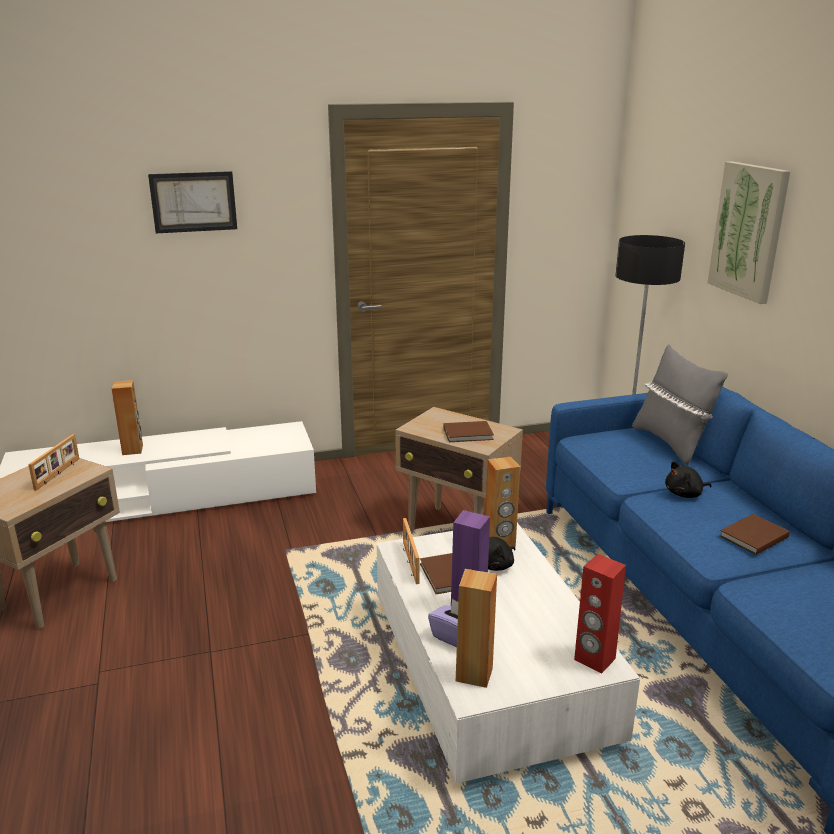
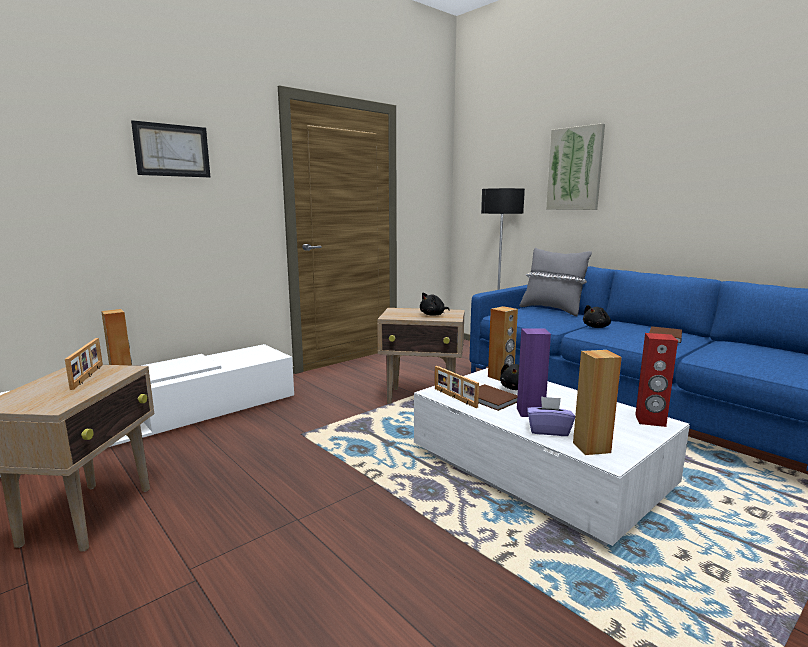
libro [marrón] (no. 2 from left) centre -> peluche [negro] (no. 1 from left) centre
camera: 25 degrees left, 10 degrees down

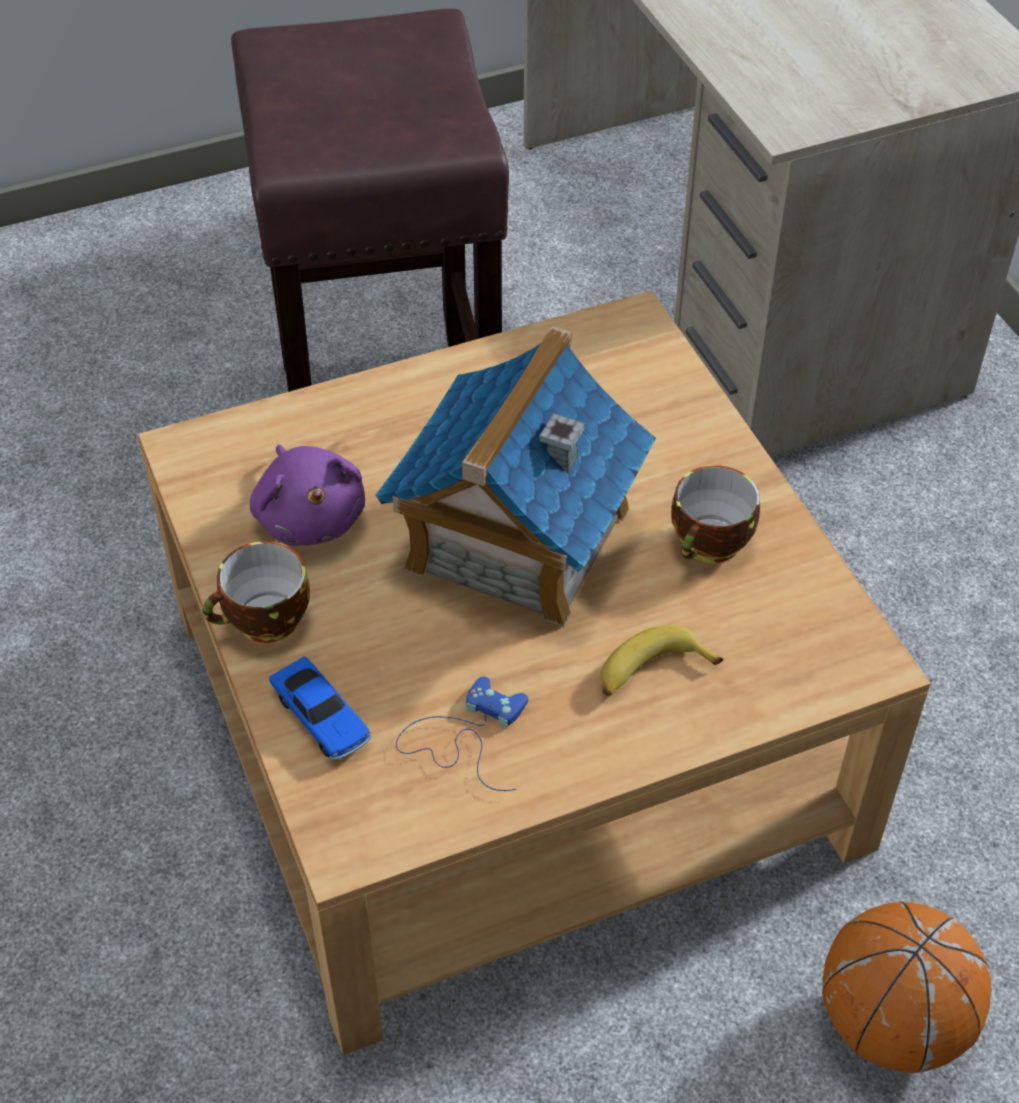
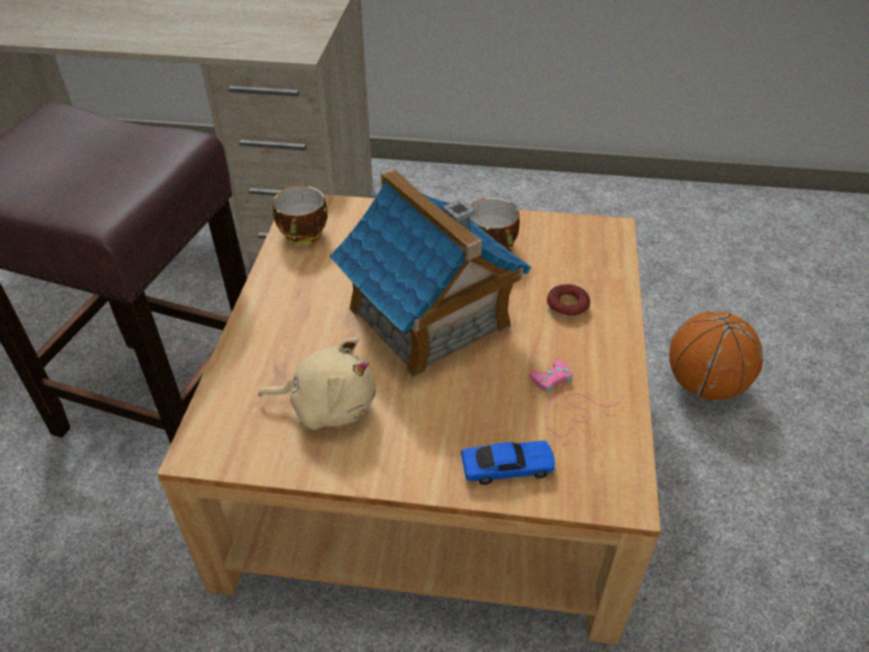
peluche [morado] middle left -> peluche [beis] centre
taza (no. 1 from left) middle left -> taza (no. 1 from left) top centre, shifted
plátano centre -> rosquilla centre
mando de consola [azul] centre -> mando de consola [rosa] centre
camera: 60 degrees left, 5 degrees down

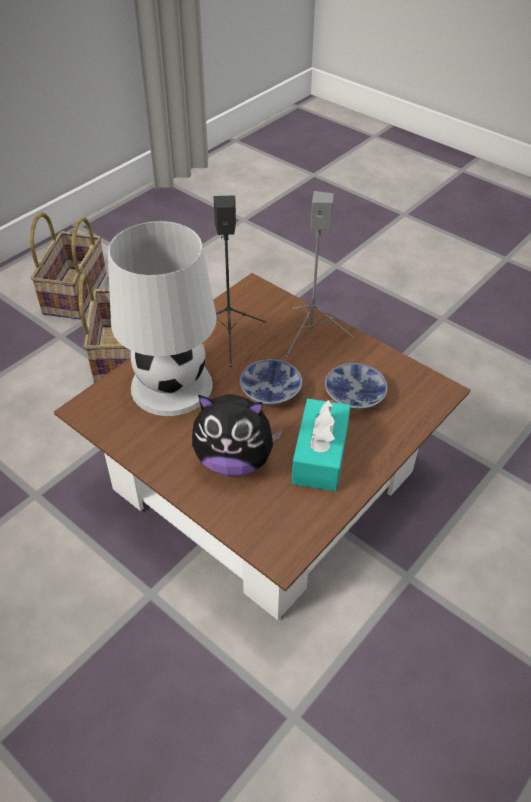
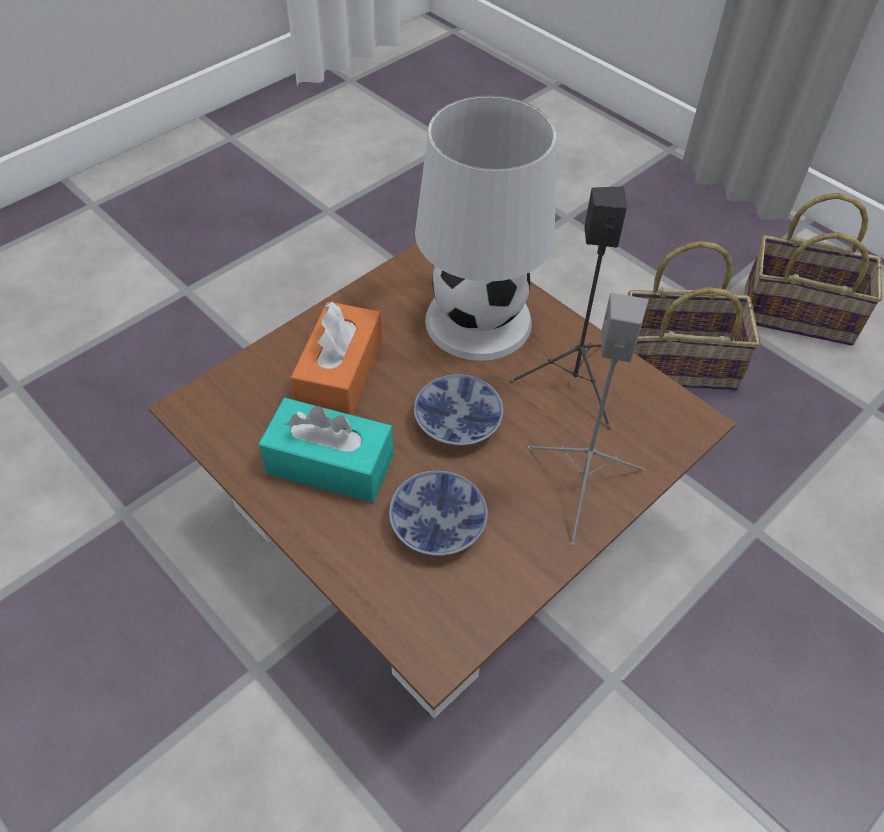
peluche centre -> caja de pañuelos [naranja] centre
camera: 95 degrees right, 5 degrees up

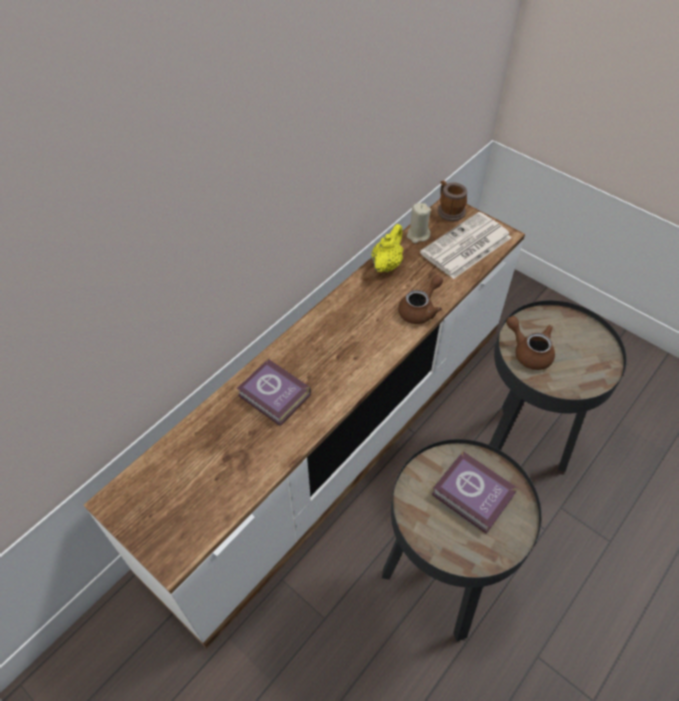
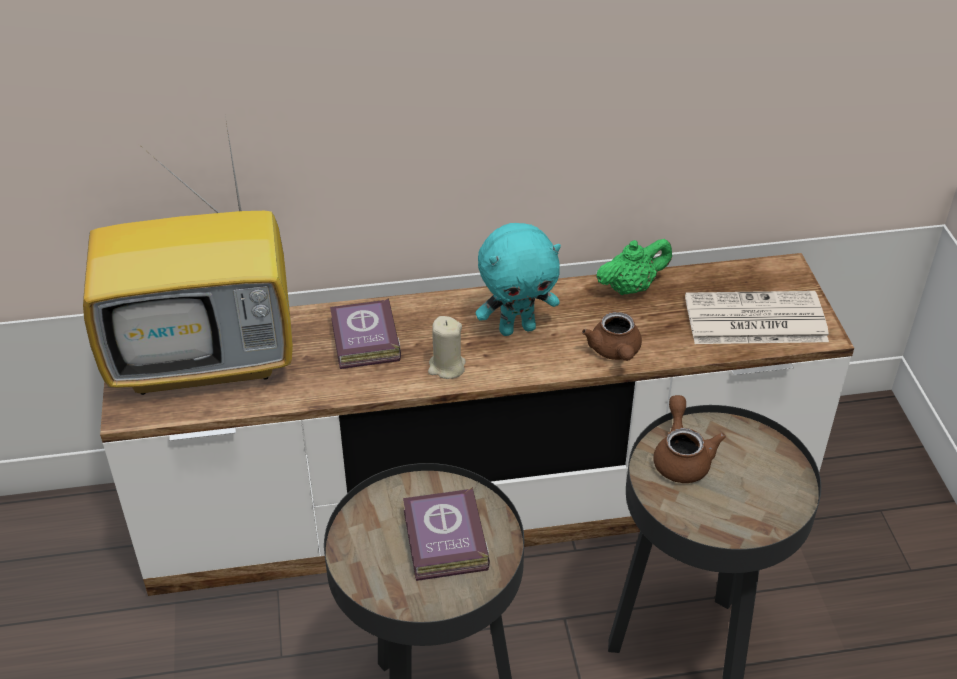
taza grande top centre -> none
vela [beis] top centre -> vela [beis] centre, shifted
tetera [amarillo] centre -> tetera [verde] centre
tetera [marrón] (no. 1 from left) centre, 90 degrees clockwise
none -> televisor middle left
none -> peluche [turquesa] centre
camera: 40 degrees right, 10 degrees down

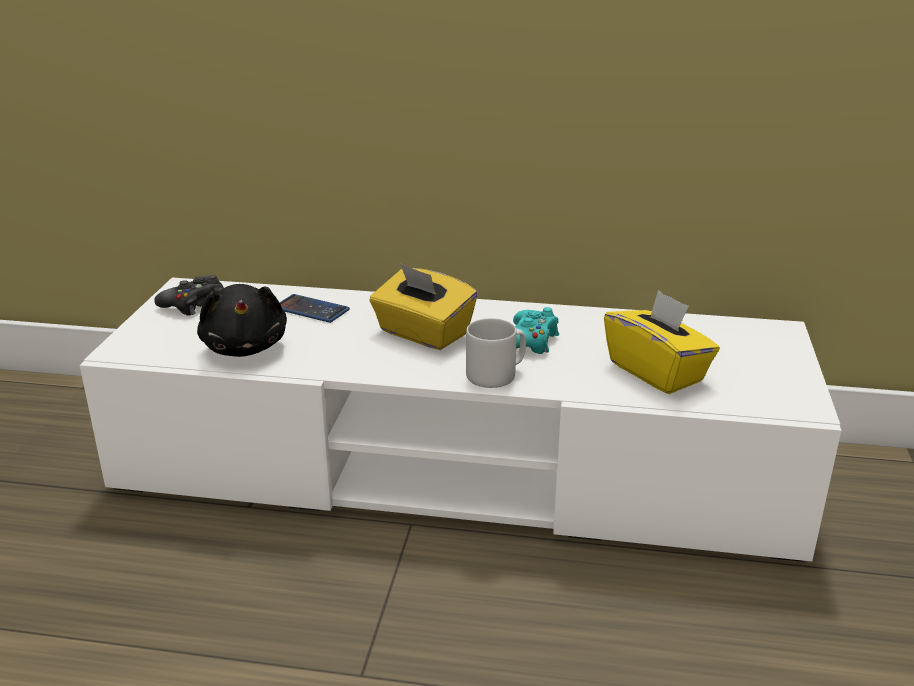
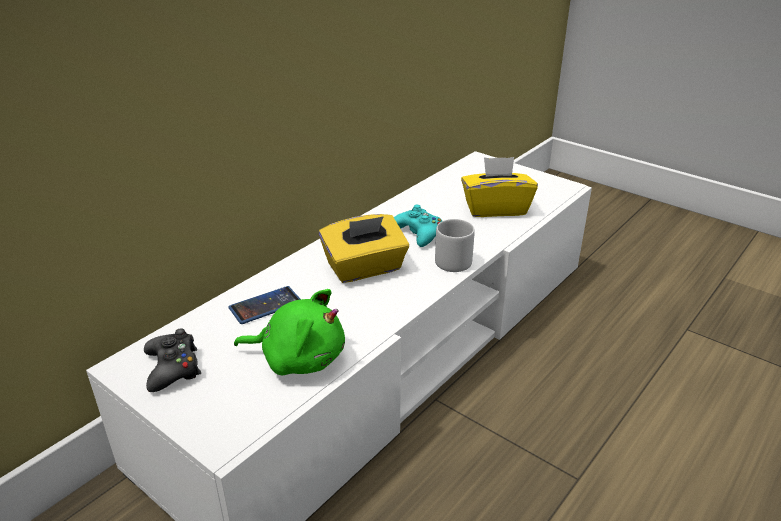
peluche [negro] middle left -> peluche [verde] centre
camera: 60 degrees left, 5 degrees up

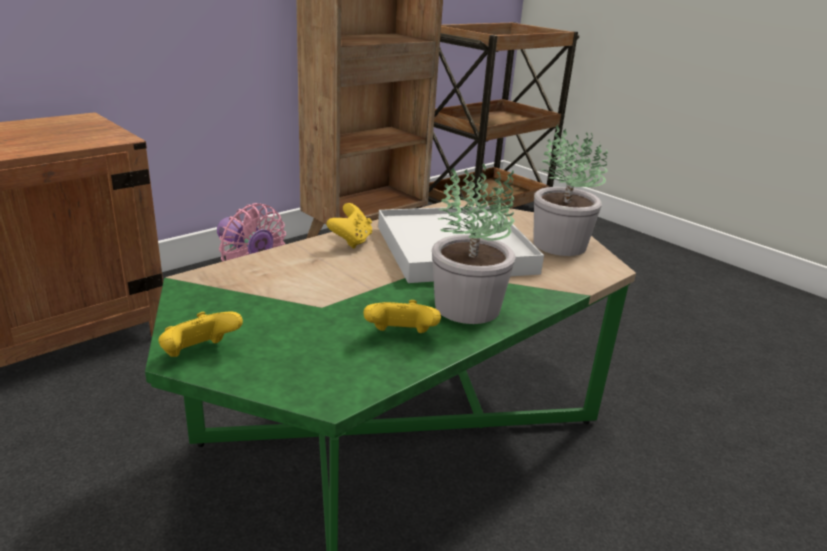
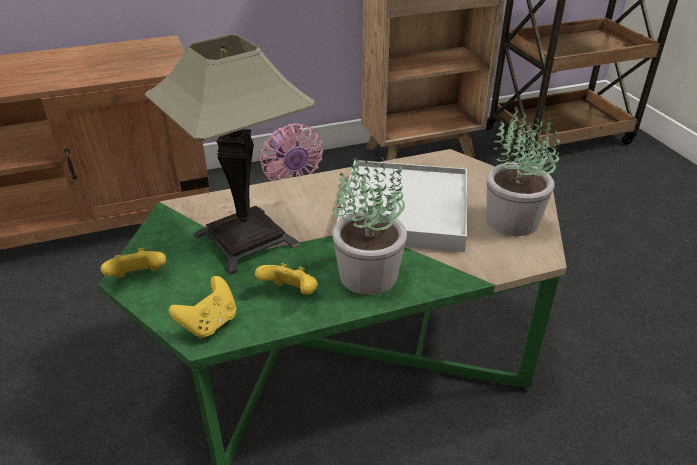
mando de consola [amarillo] (no. 2 from left) centre -> mando de consola [amarillo] (no. 2 from left) middle left, shifted
none -> lámpara de mesa top left
camera: 25 degrees right, 10 degrees up

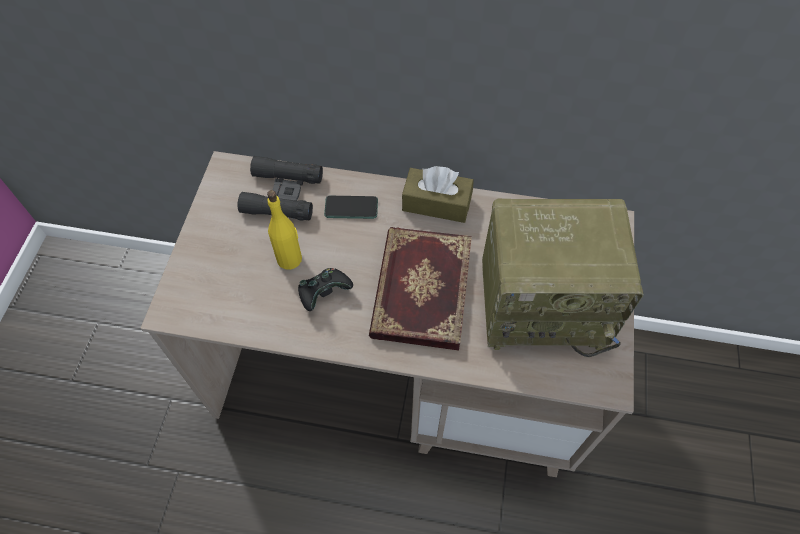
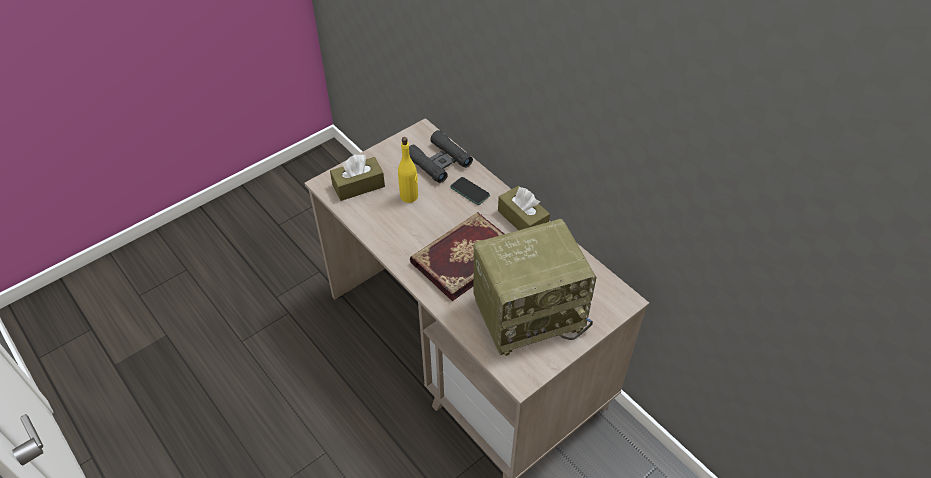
radio middle right -> radio centre, 60 degrees counterclockwise
mando de consola [negro] centre -> none
none -> caja de pañuelos [marrón] (no. 1 from left) centre
camera: 40 degrees right, 10 degrees down

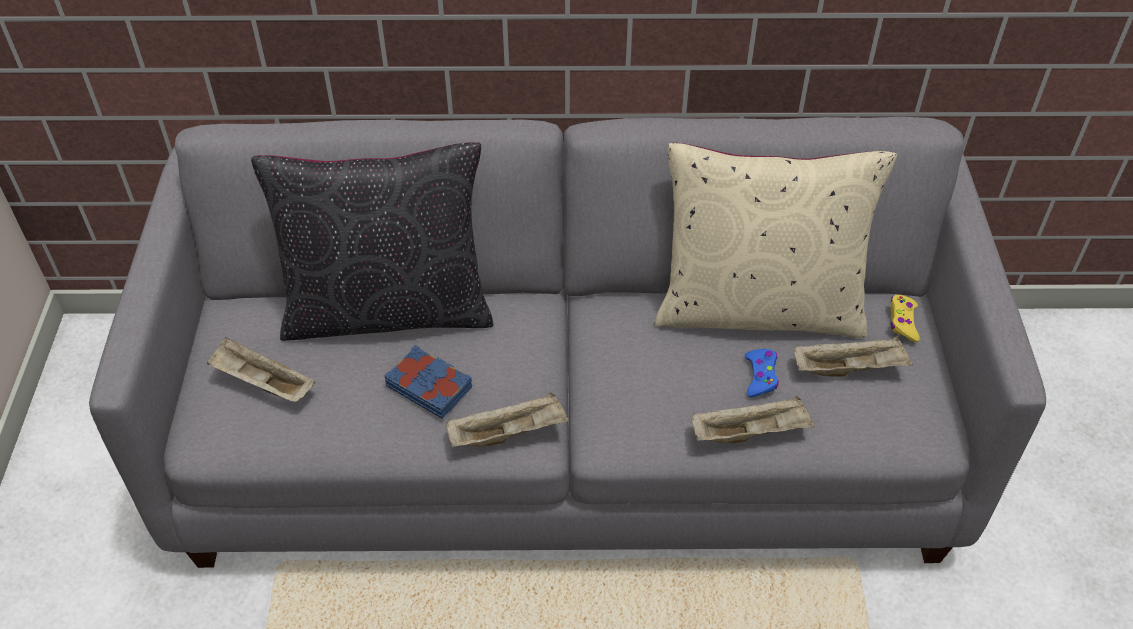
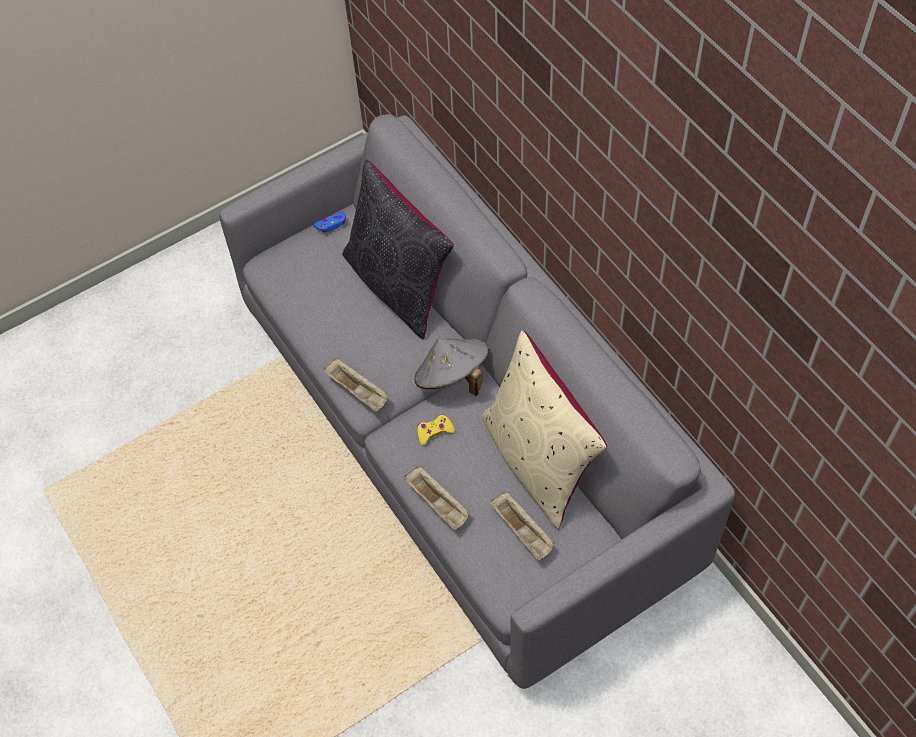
mando de consola [amarillo] middle right -> mando de consola [amarillo] centre, shifted
bandeja [beis] (no. 1 from left) middle left -> none
libro [azul] centre -> none
mando de consola [azul] middle right -> mando de consola [azul] top centre, shifted
none -> sombrero [gris] centre
camera: 60 degrees right, 10 degrees up

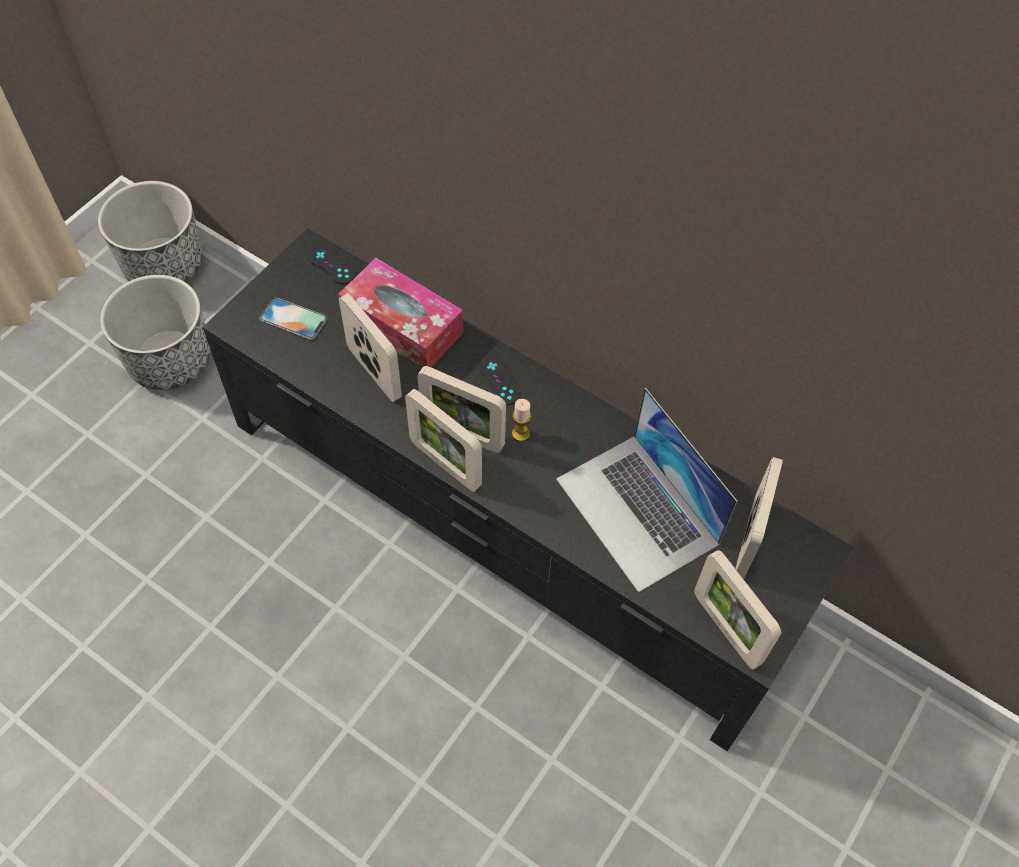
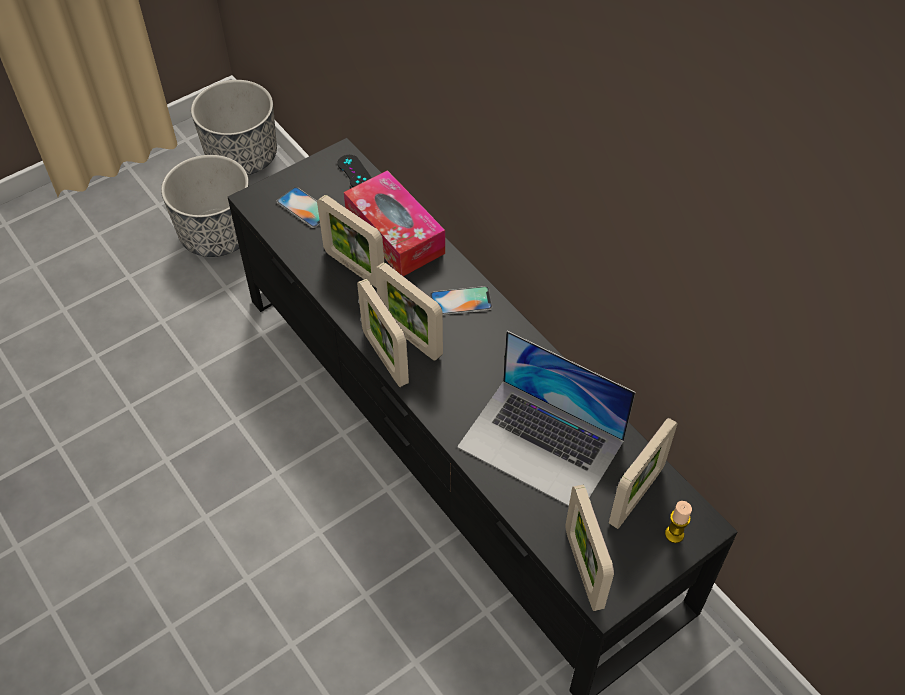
portarretratos (no. 1 from left) centre, 150 degrees clockwise
mando de consola [negro] (no. 2 from left) centre -> móvil (no. 2 from left) centre
portátil centre, 45 degrees counterclockwise
vela centre -> vela bottom right, shifted
camera: 20 degrees right, 5 degrees down

